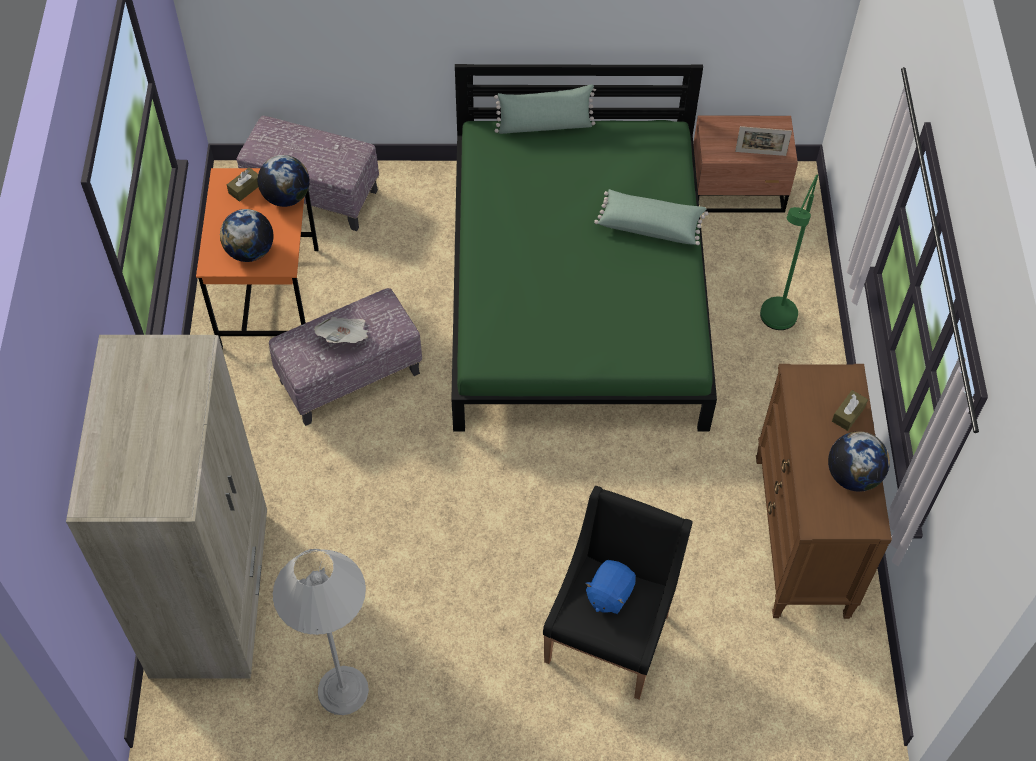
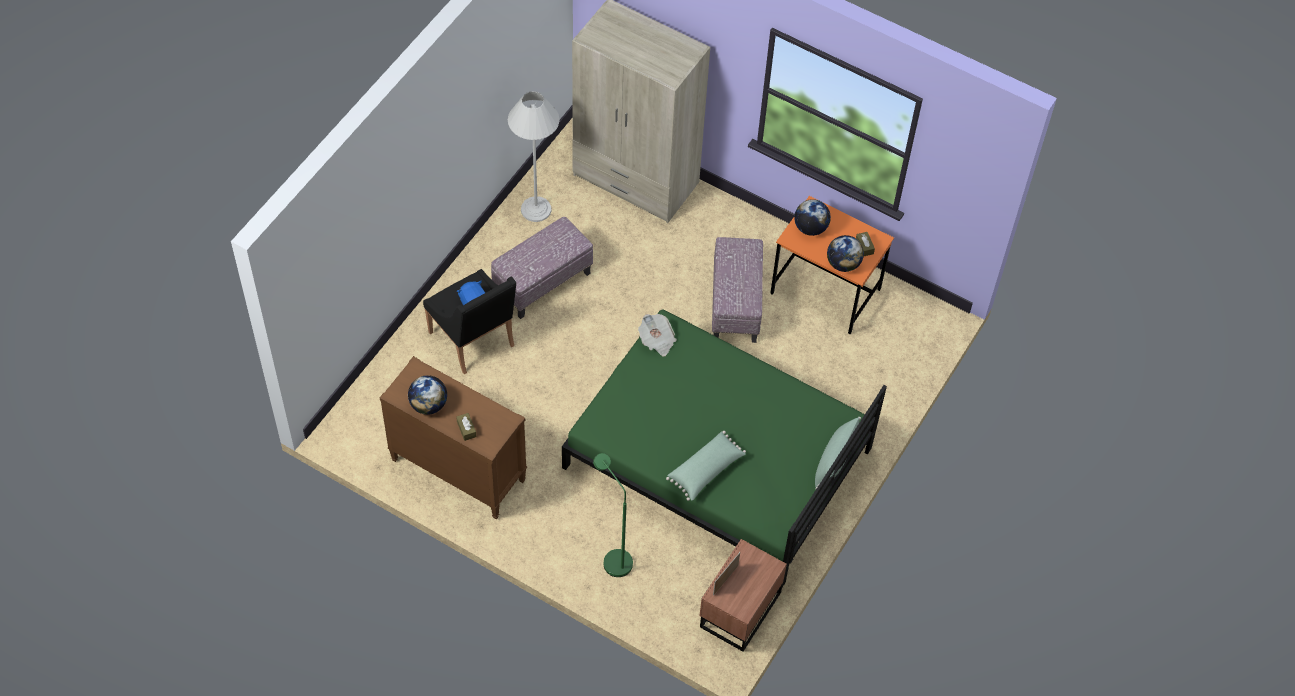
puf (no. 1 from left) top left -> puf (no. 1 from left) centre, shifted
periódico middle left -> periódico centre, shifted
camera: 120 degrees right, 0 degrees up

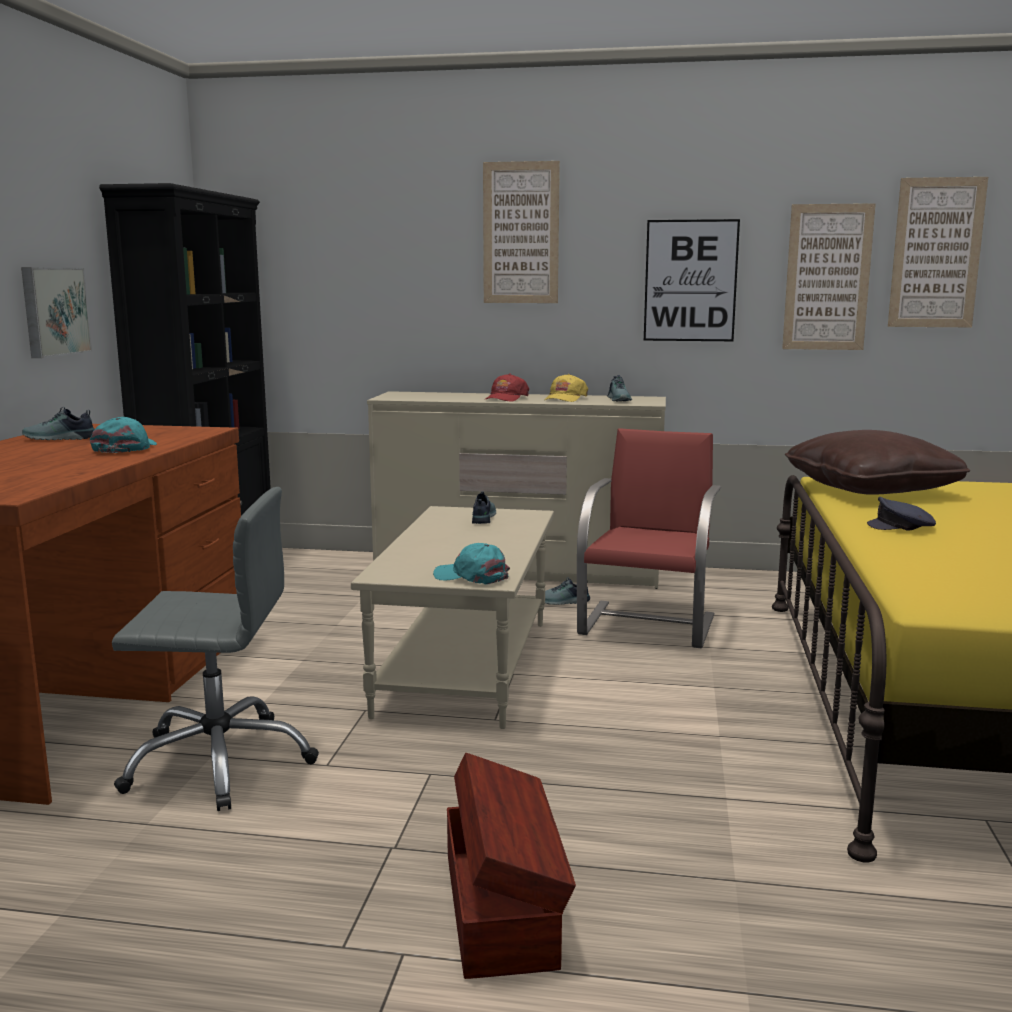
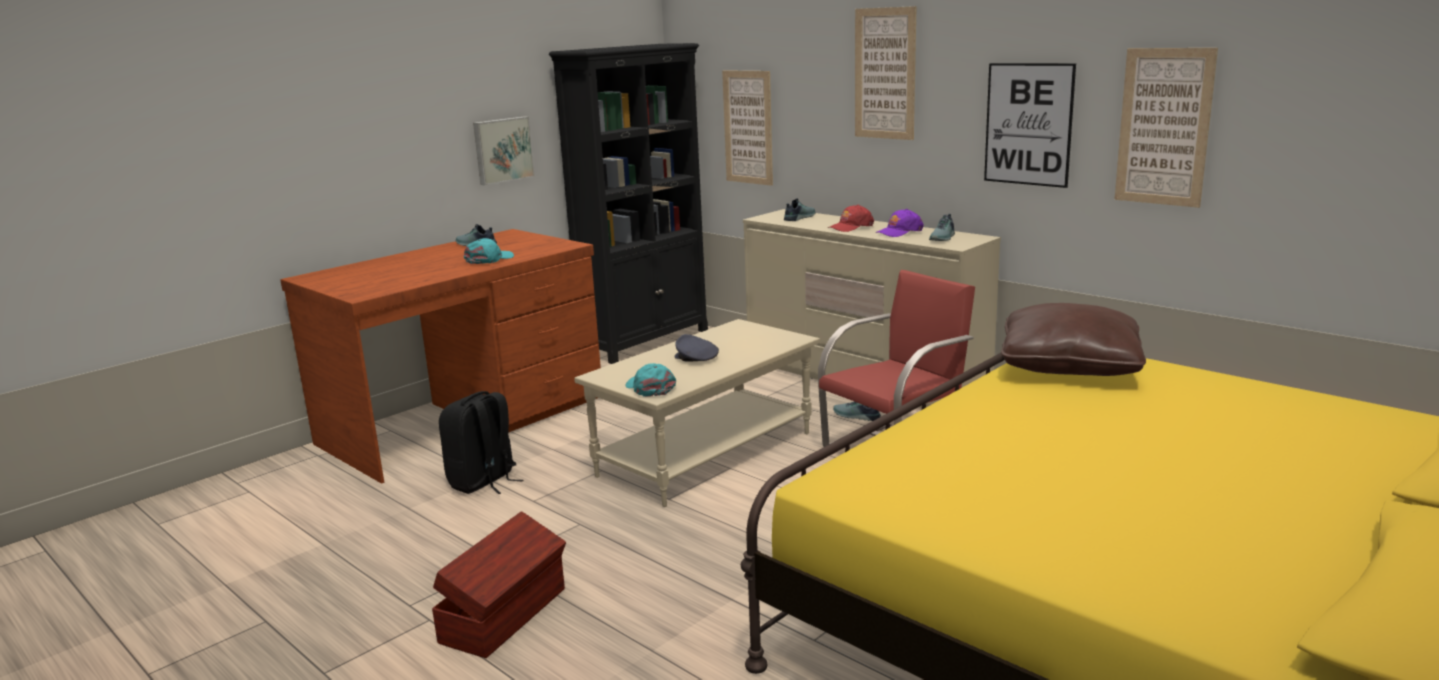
cuadro (no. 5 from left in the first image) top right -> cuadro (no. 2 from left) top centre, shifted
gorra [amarillo] centre -> gorra [morado] top centre
silla de oficina [gris] middle left -> mochila [negro] centre
zapato (no. 2 from left) centre -> zapato (no. 2 from left) top centre, shifted
gorra [gris] middle right -> gorra [gris] centre, shifted
camera: 35 degrees right, 5 degrees up

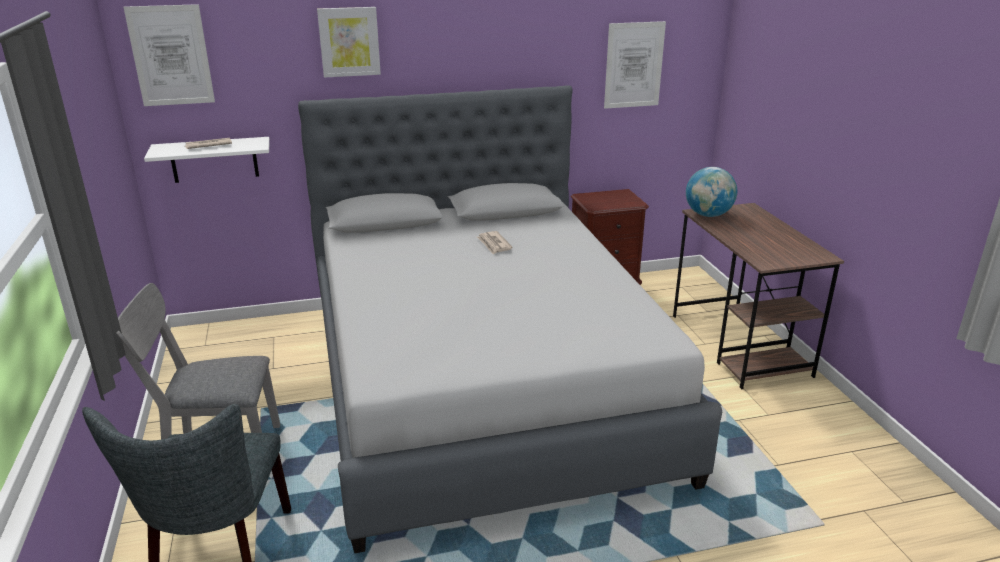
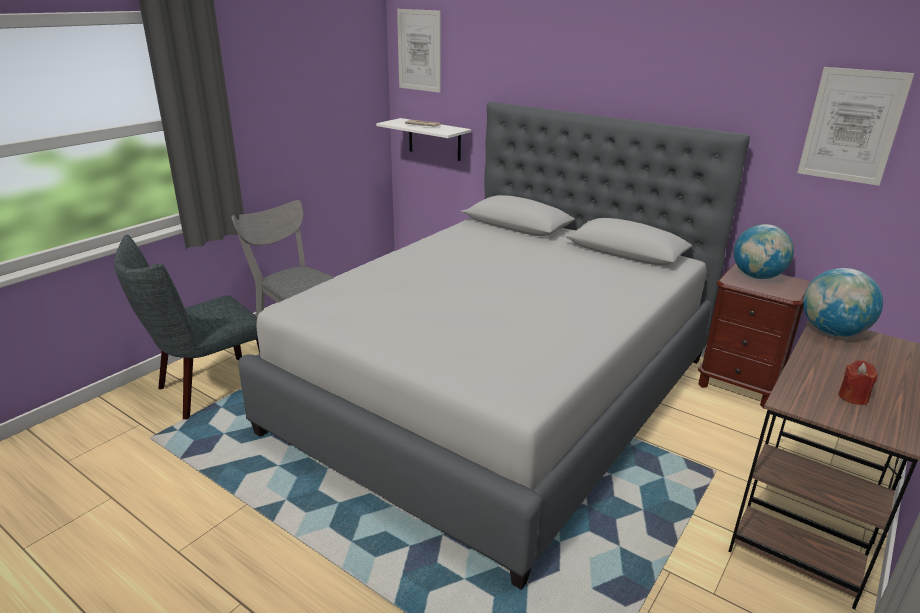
cuadro (no. 2 from left) top centre -> none
periódico (no. 2 from left) centre -> none
none -> globo terráqueo (no. 1 from left) middle right
none -> vela [rojo] middle right
camera: 50 degrees right, 0 degrees up

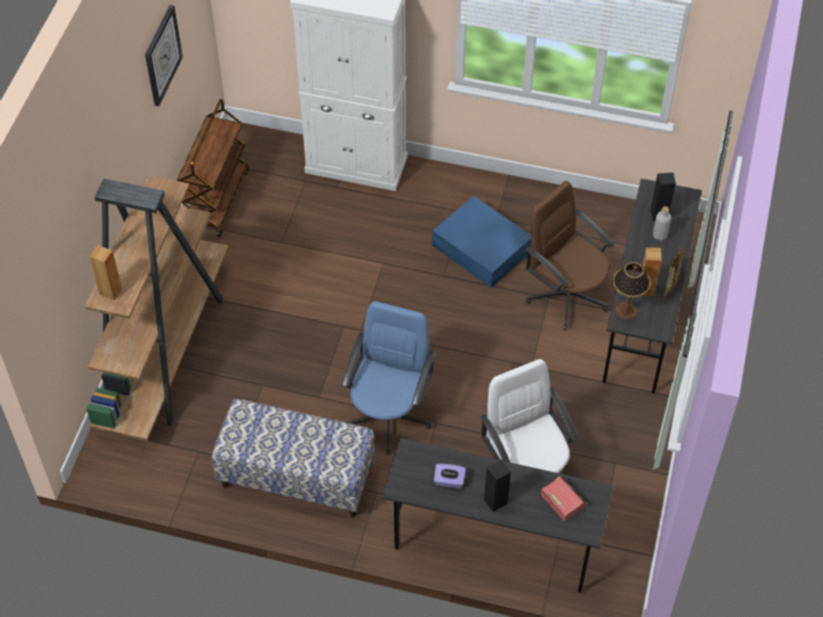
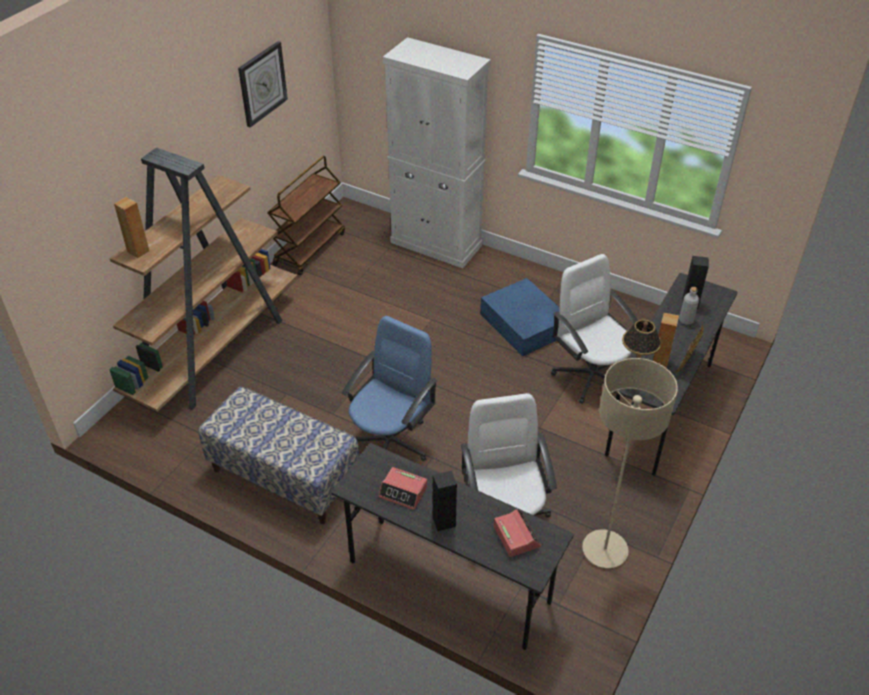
silla de oficina [marrón] middle right -> silla de oficina [blanco] (no. 2 from left) middle right
caja de pañuelos [morado] bottom centre -> despertador (no. 1 from left) bottom centre
none -> lámpara de pie [beis] middle right
camera: 15 degrees right, 10 degrees down

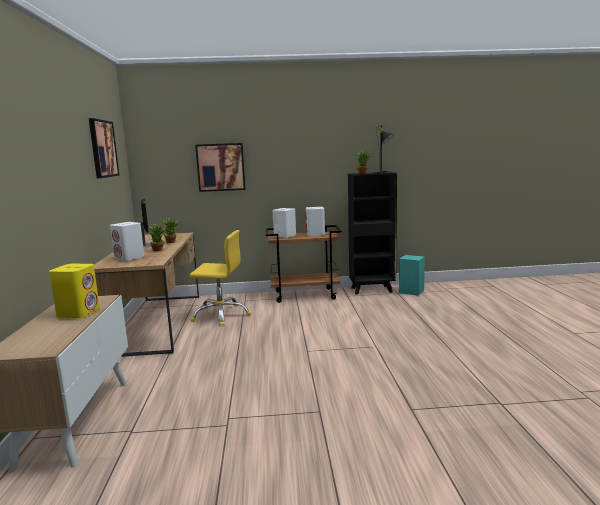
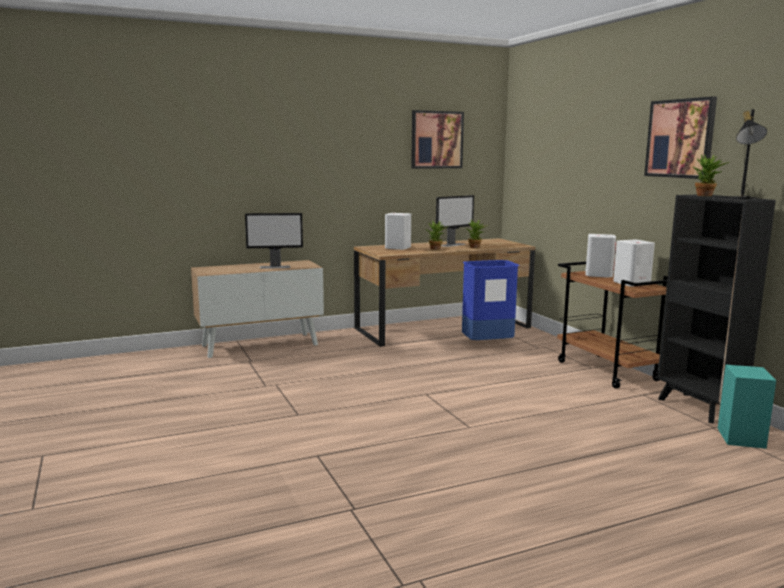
cuadro (no. 2 from left) top centre -> cuadro (no. 2 from left) top right, shifted
silla de oficina [amarillo] centre -> papelera [azul] centre
altavoz [amarillo] middle left -> monitor (no. 1 from left) centre
camera: 70 degrees right, 0 degrees up

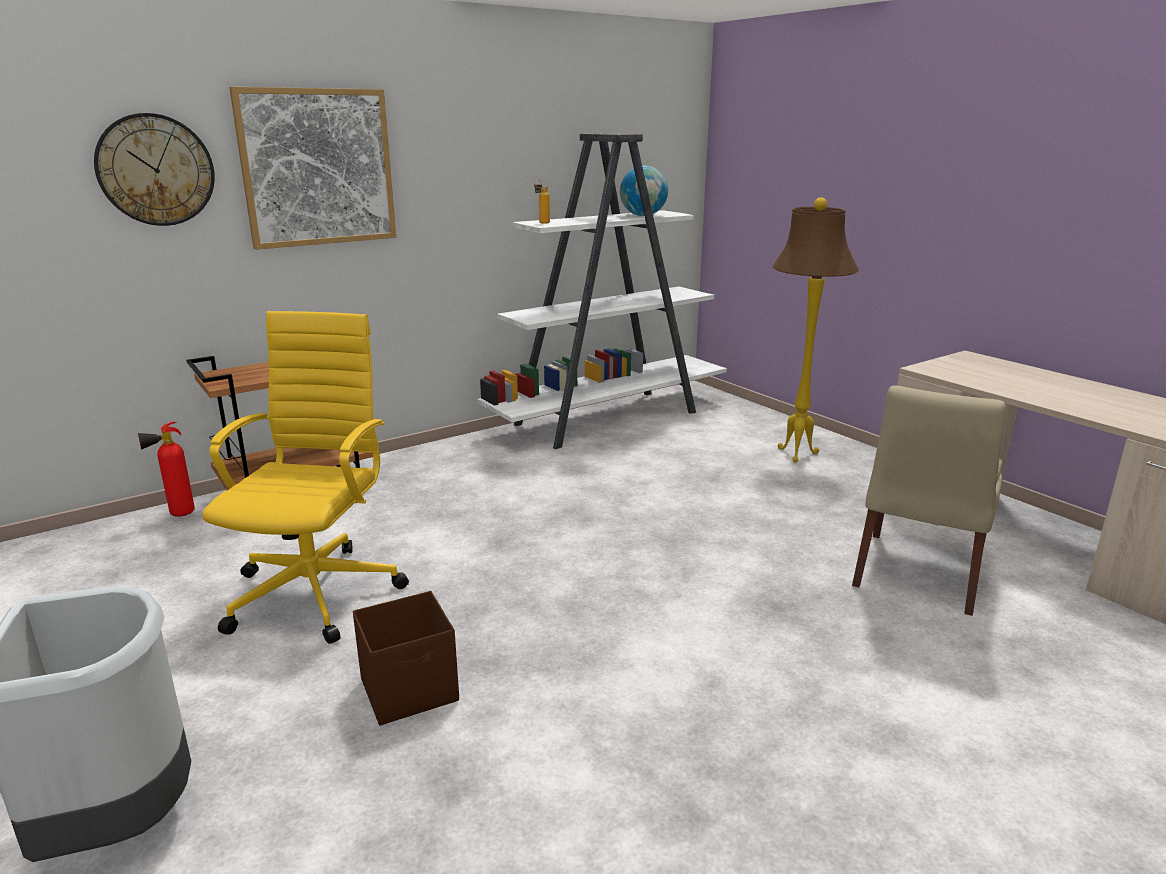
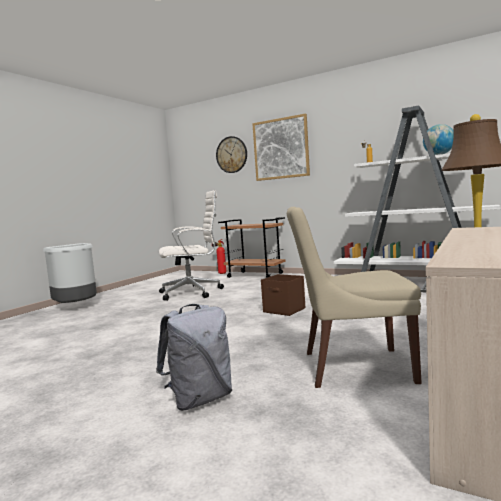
silla de oficina [amarillo] middle left -> silla de oficina [blanco] centre
caja de almacenaje [marrón] bottom centre -> caja de almacenaje [marrón] centre, shifted
none -> mochila [gris] bottom centre
camera: 65 degrees right, 15 degrees down

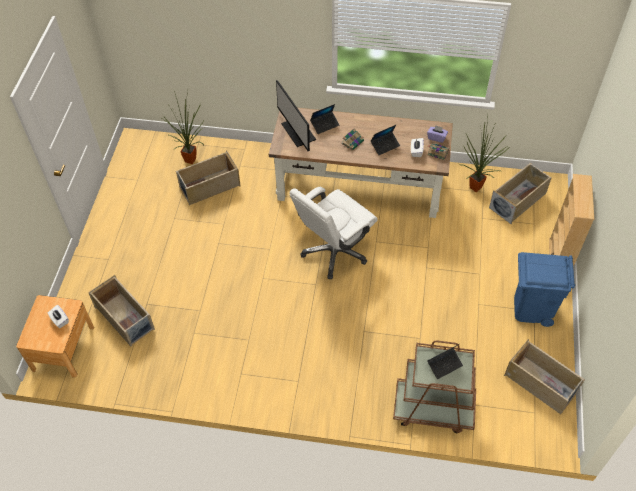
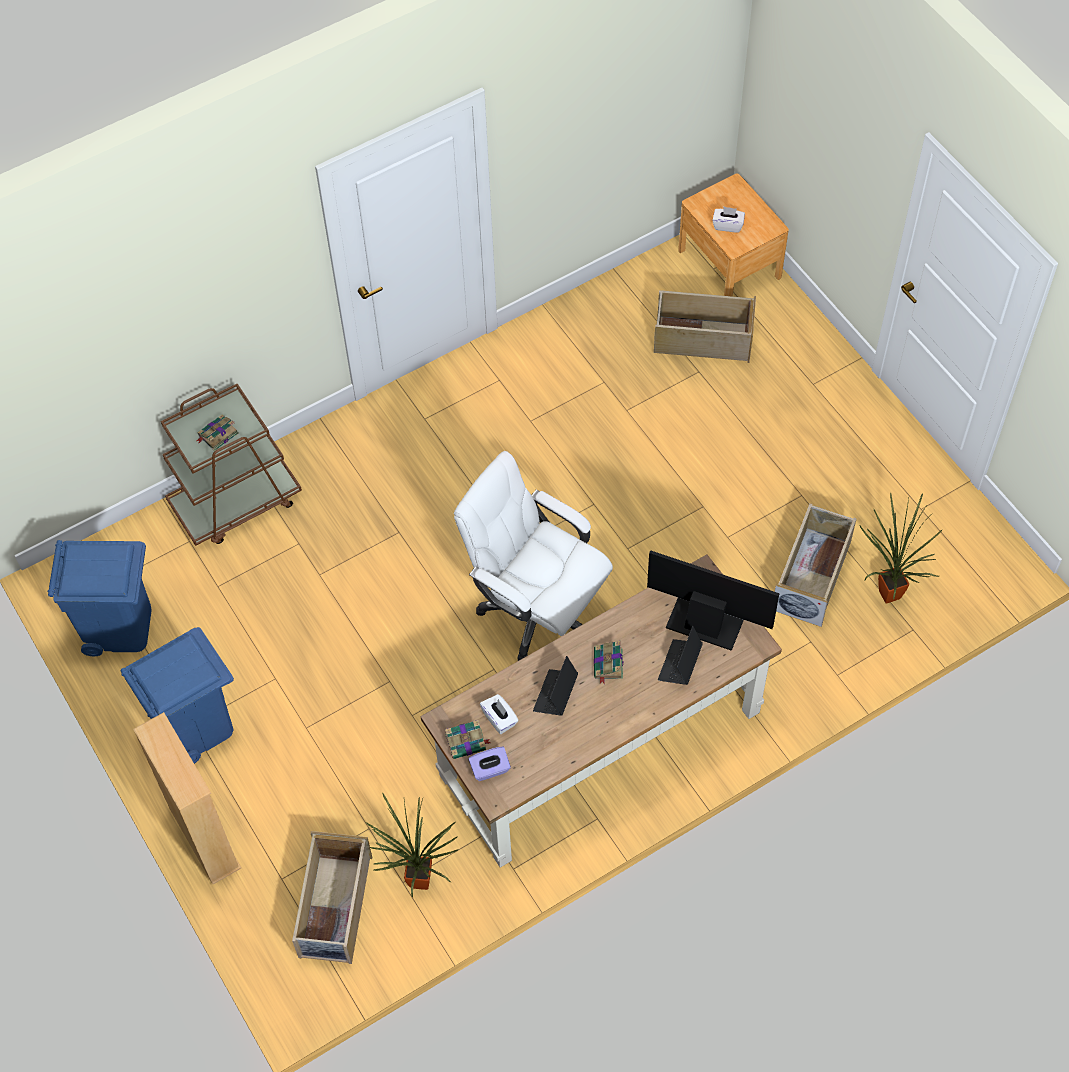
silla de oficina [blanco] centre, 60 degrees counterclockwise
caja de almacenaje [beis] (no. 4 from left) bottom right -> papelera [azul] (no. 1 from left) middle left
portátil (no. 3 from left) bottom right -> libro (no. 1 from left) middle left
camera: 140 degrees right, 5 degrees up

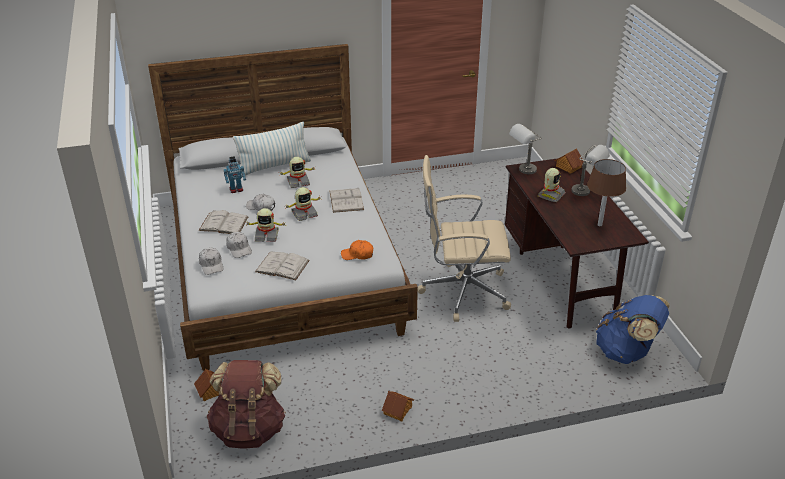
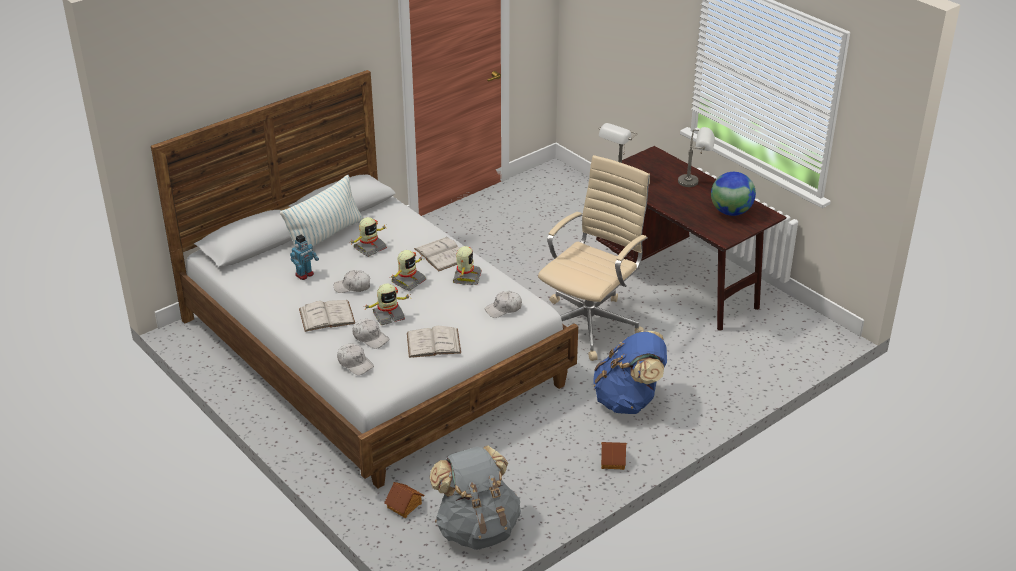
casita (no. 3 from left) middle right -> none
silla de oficina [beis] centre, 150 degrees clockwise
lámpara de mesa [marrón] middle right -> globo terráqueo middle right
robot de juguete (no. 5 from left) middle right -> robot de juguete (no. 5 from left) centre, shifted
gorra [naranja] centre -> gorra [blanco] (no. 4 from left) centre
mochila [azul] bottom right -> mochila [azul] centre, shifted
mochila [marrón] bottom left -> mochila [gris] bottom centre
camera: 25 degrees left, 0 degrees up

